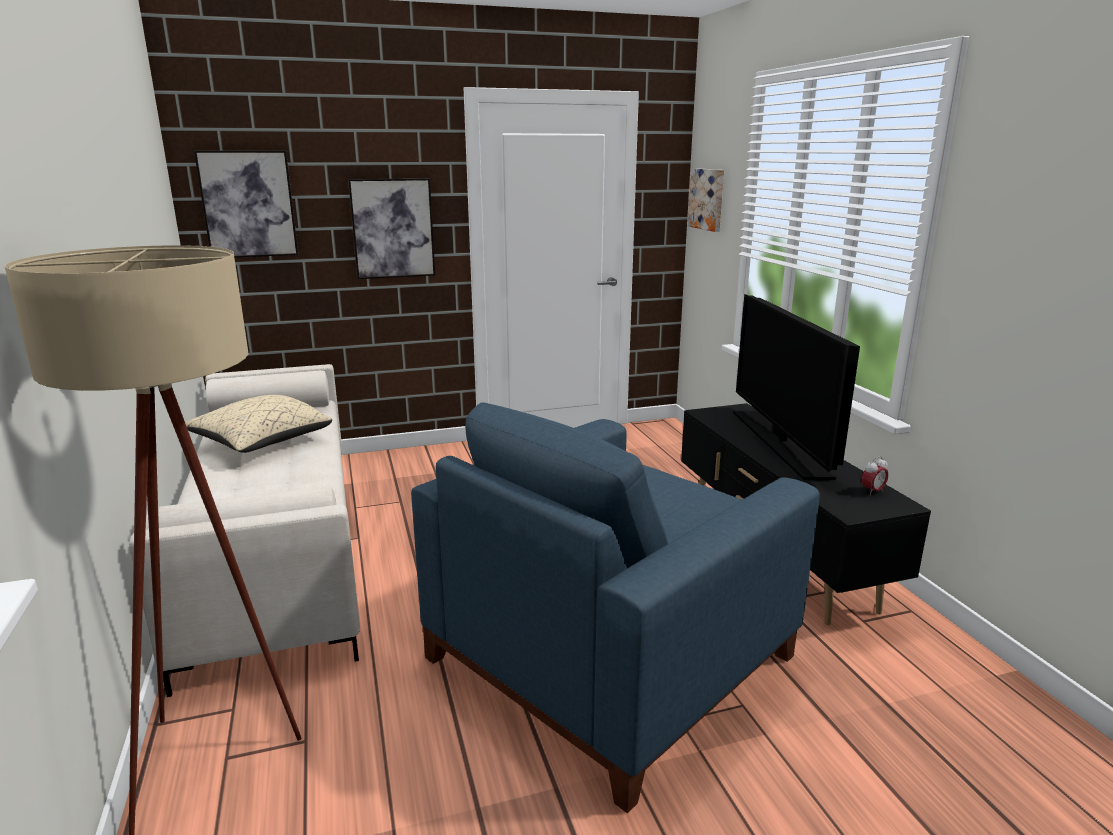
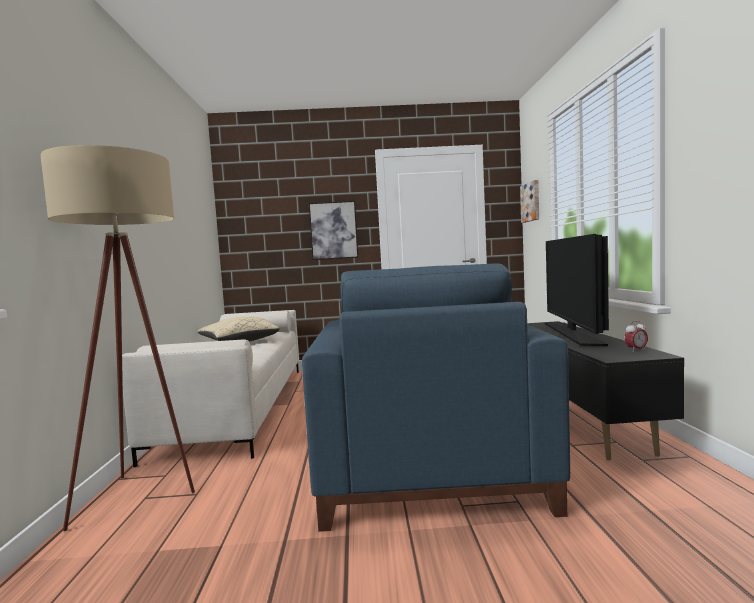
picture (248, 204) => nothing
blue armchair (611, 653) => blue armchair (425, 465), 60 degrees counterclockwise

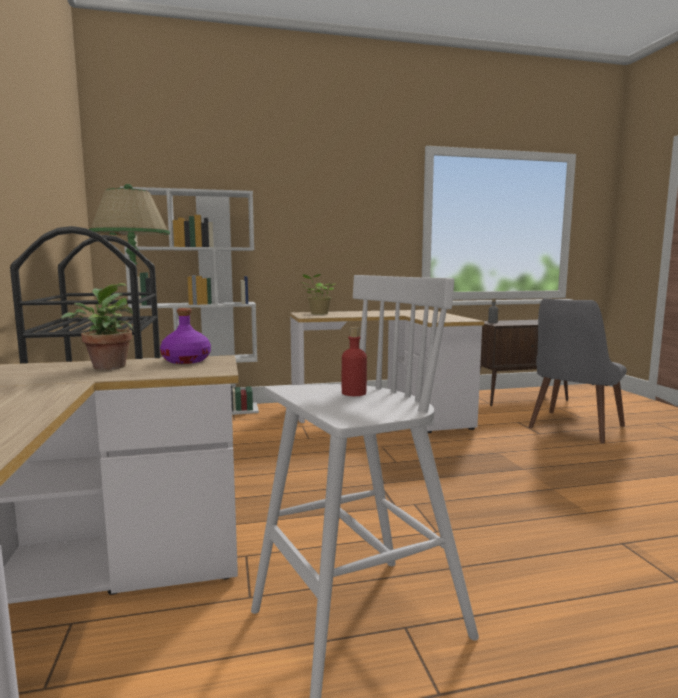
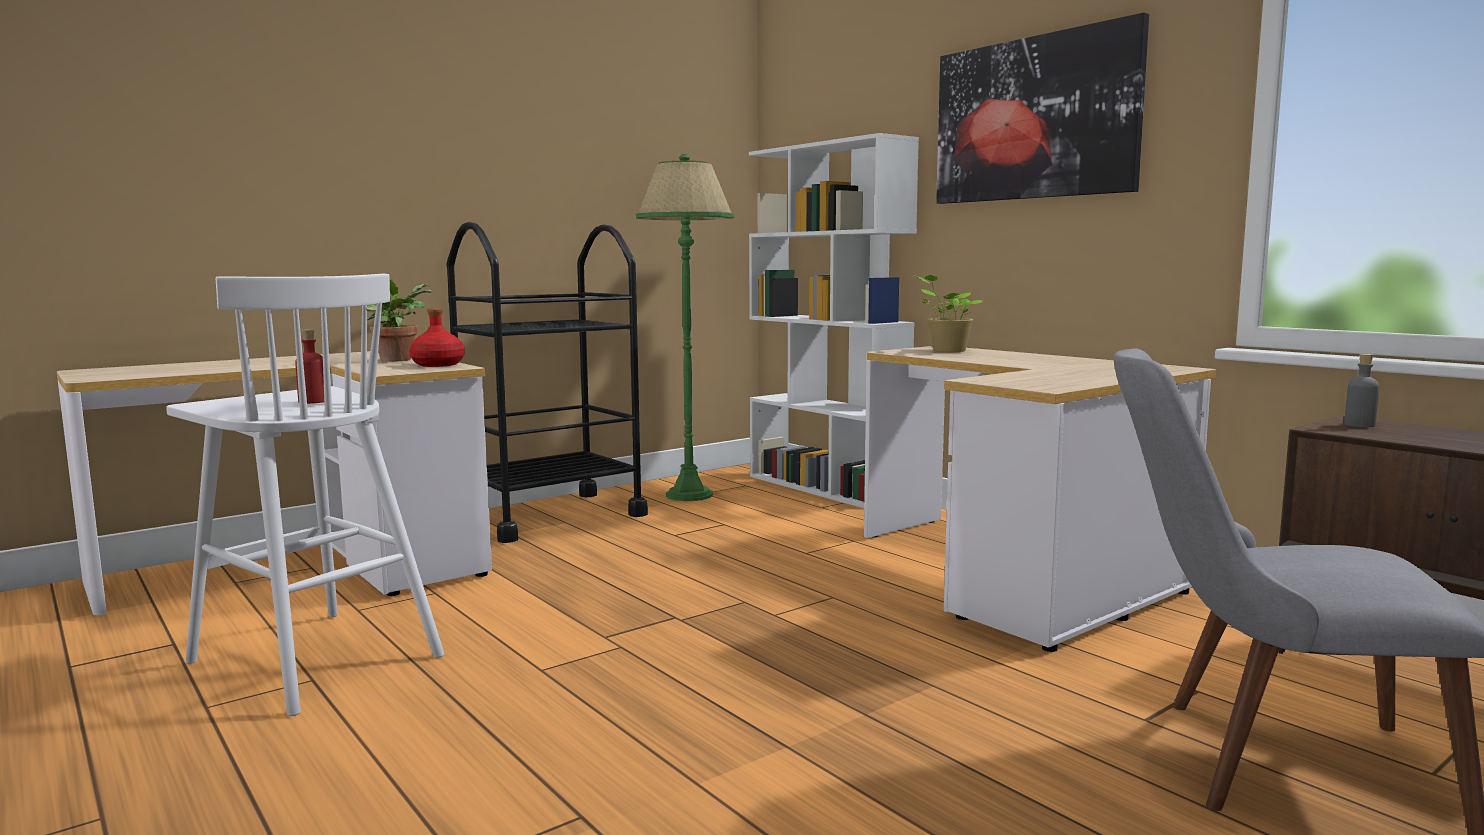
nothing => picture (1034, 118)
purple bottle (187, 360) => red bottle (438, 364)

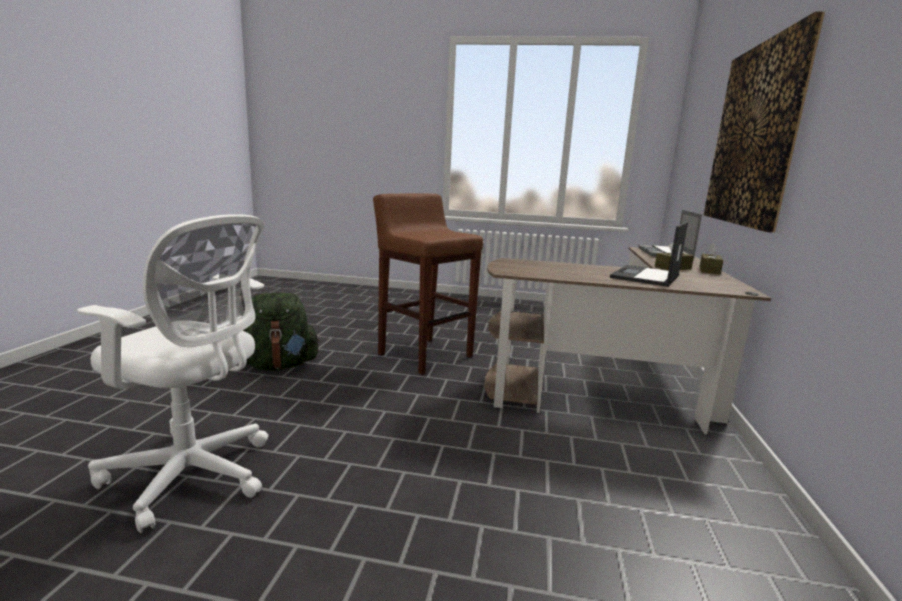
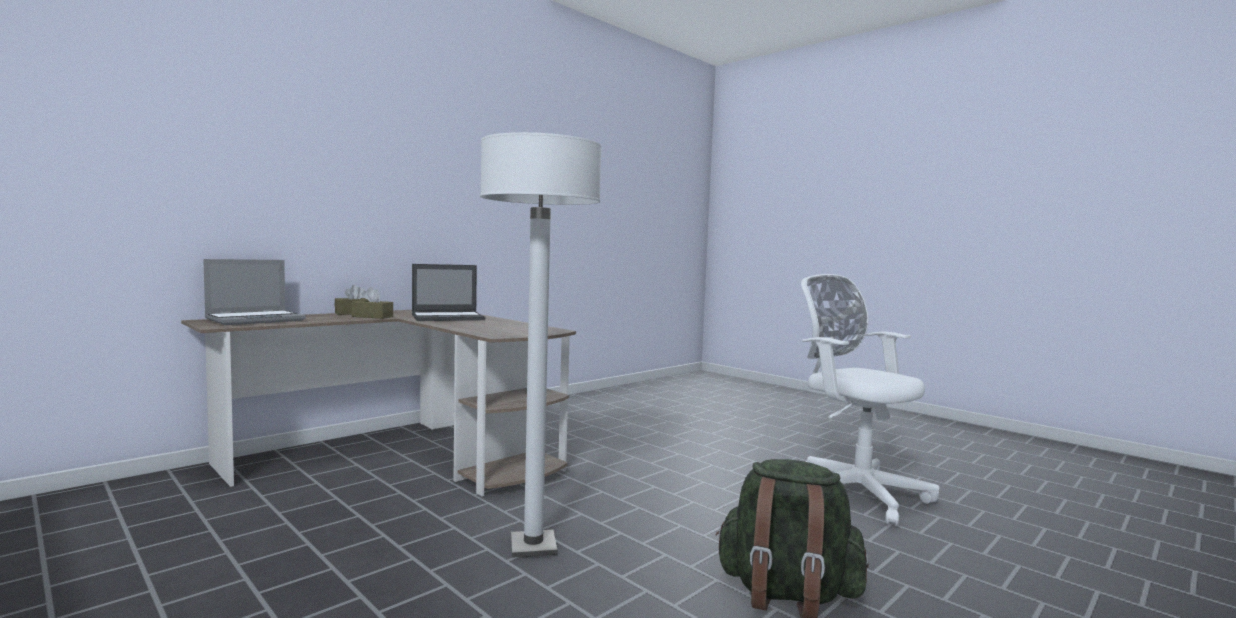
picture (754, 135) => nothing
brown stool (424, 355) => white floor lamp (533, 546)

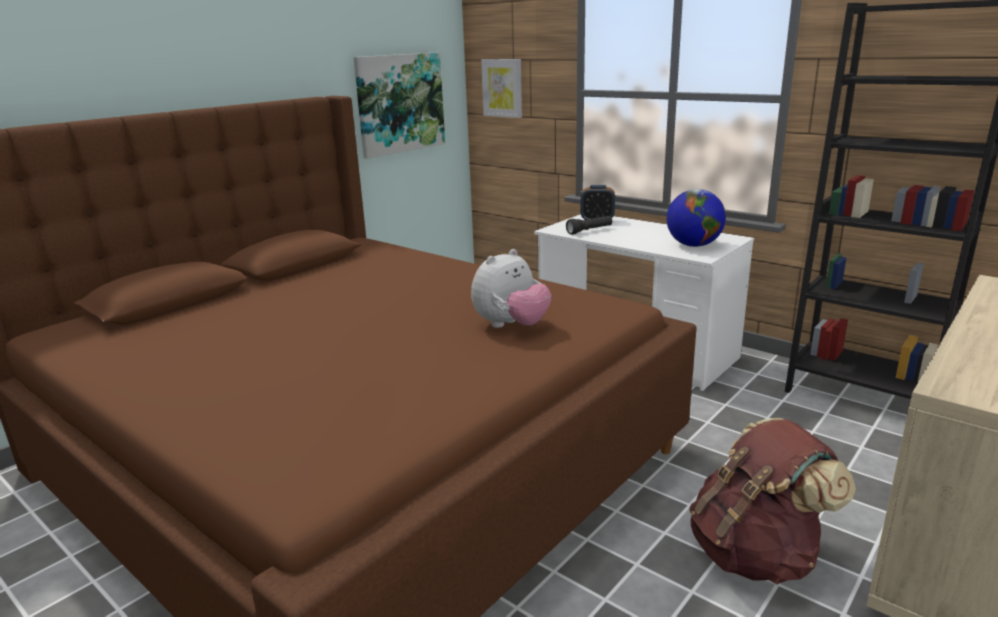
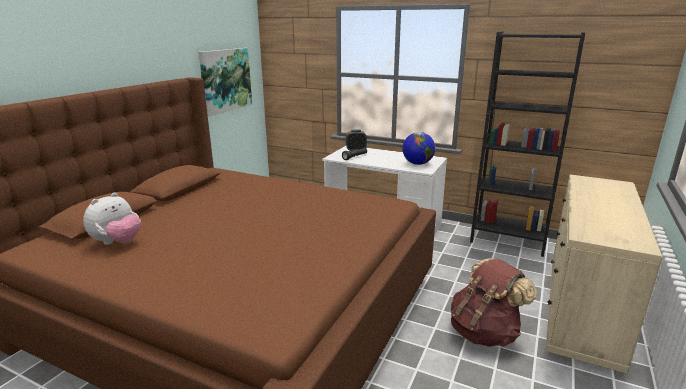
picture (502, 88) => nothing
plush toy (511, 326) => plush toy (117, 242), relocated

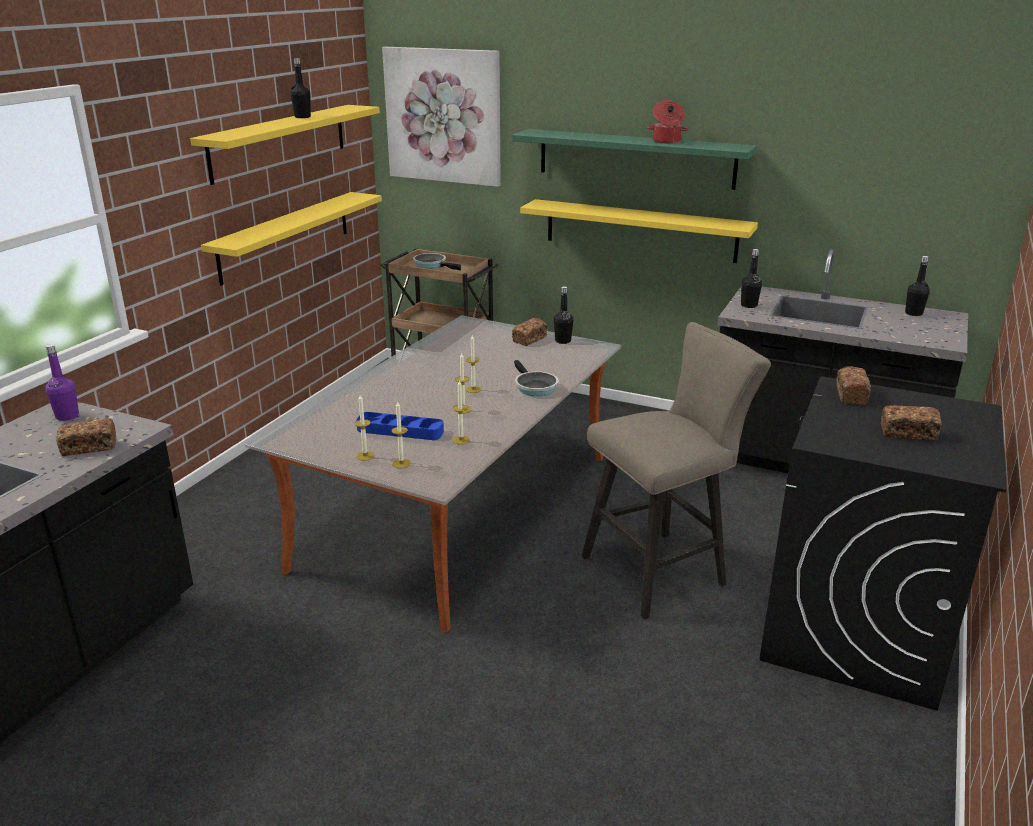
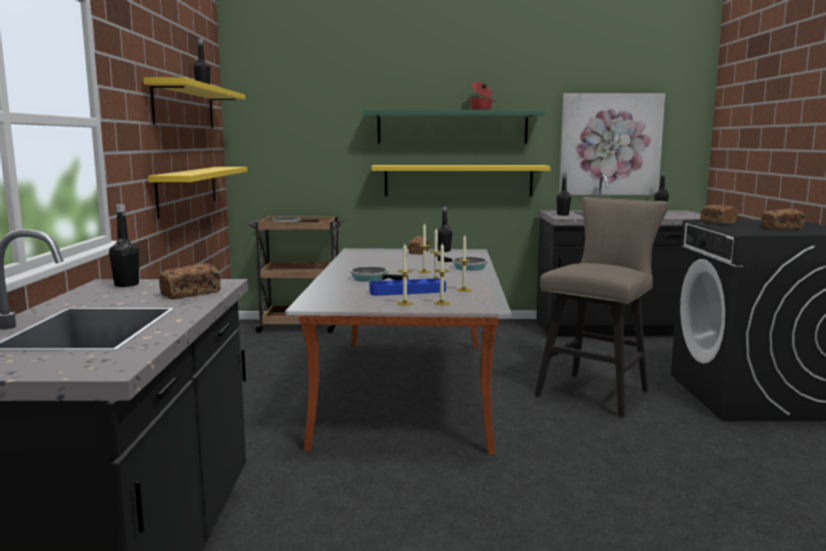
nothing => frying pan (372, 278)
picture (443, 116) => picture (610, 144), relocated
purple bottle (67, 416) => black bottle (126, 285)

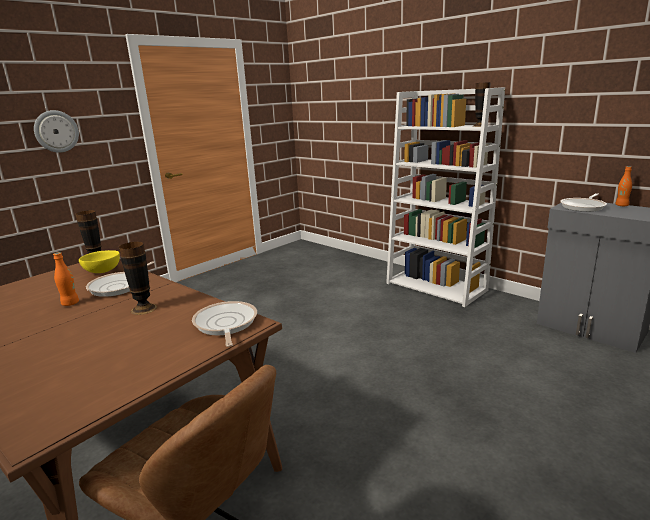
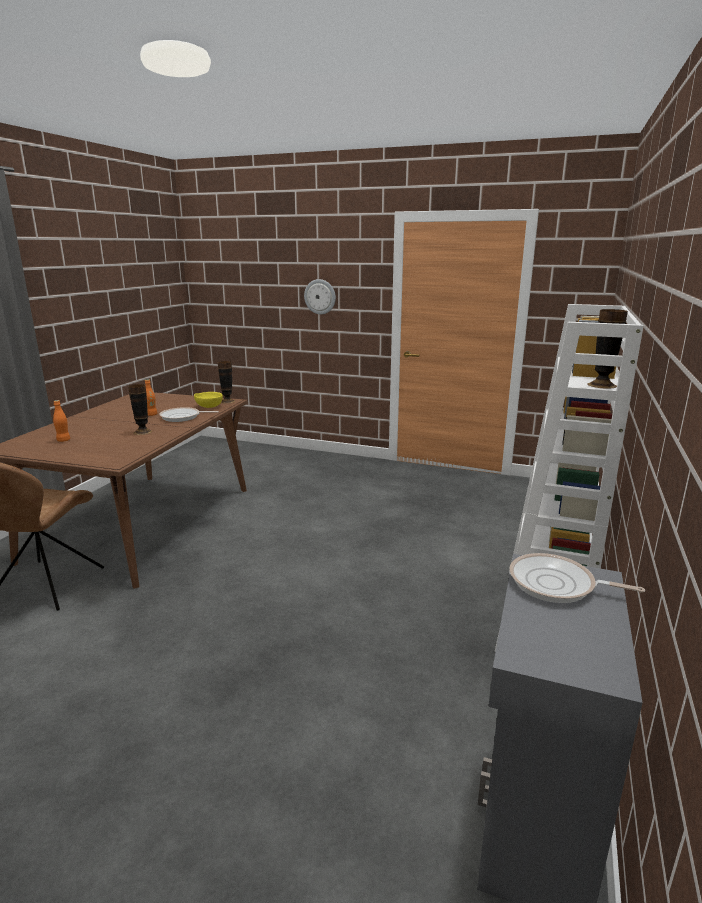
frying pan (225, 324) => nothing
orange bottle (621, 205) => orange bottle (63, 440), relocated

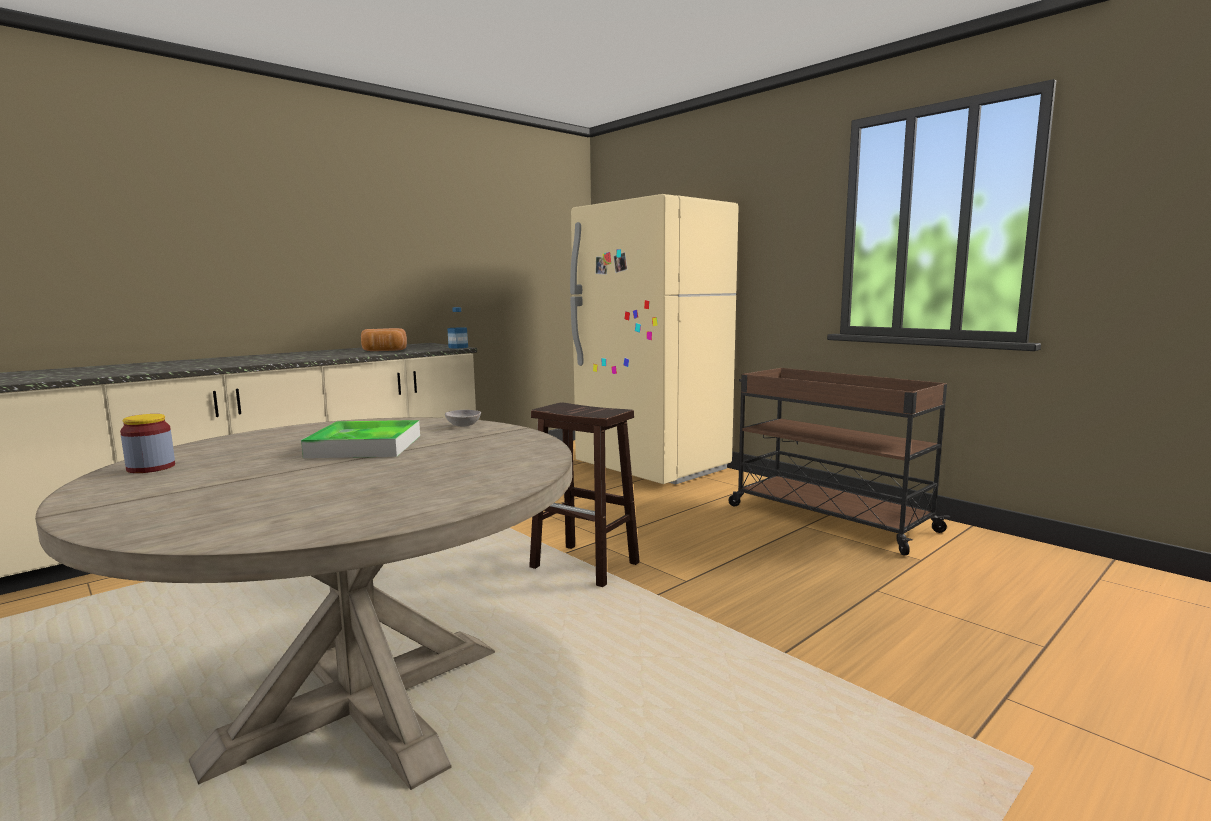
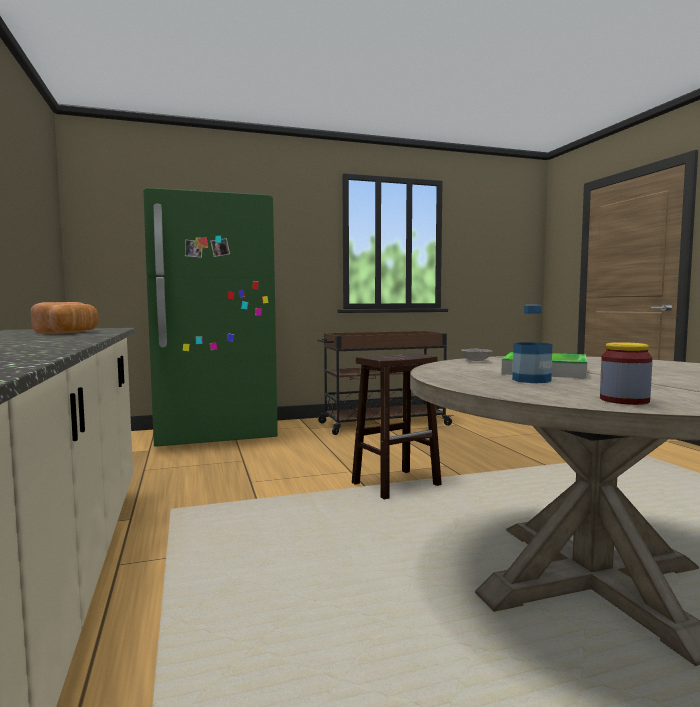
bottle (458, 347) => bottle (531, 380), relocated
beige fridge (652, 468) => green fridge (216, 436)

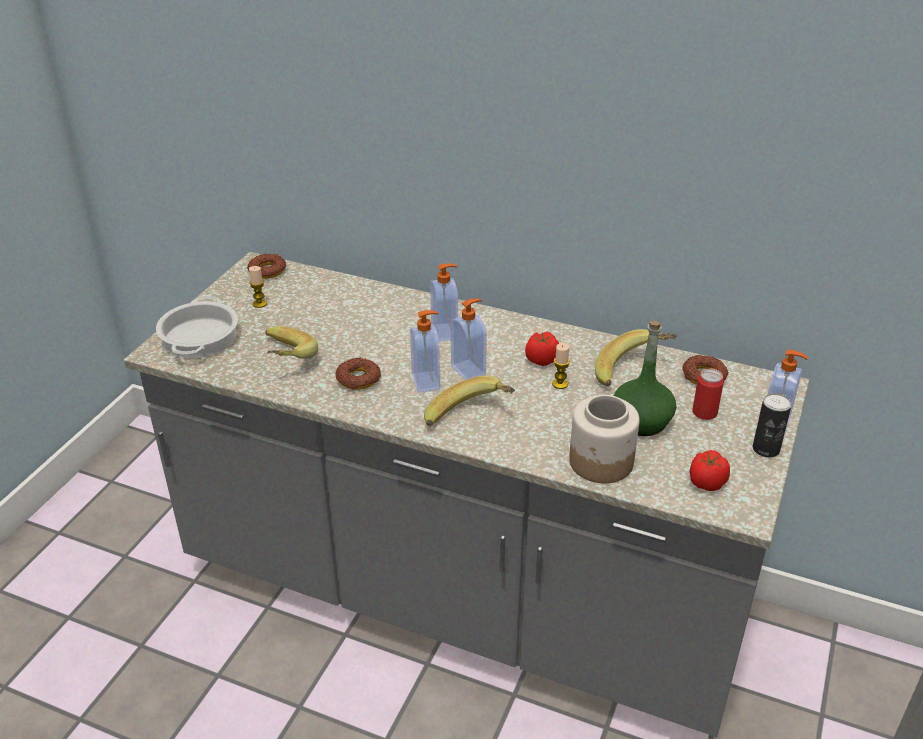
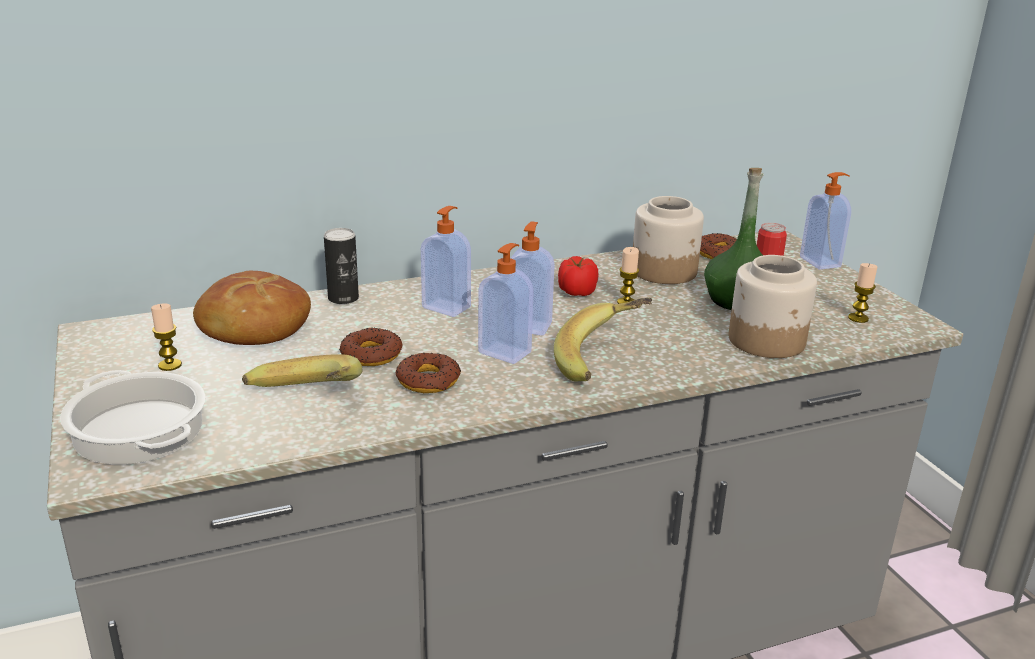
nothing => bread (253, 326)
donut (267, 270) => donut (371, 355), relocated
can (766, 449) => can (343, 298), relocated
banana (632, 372) => jar (665, 271)
tomato (706, 483) => candle (858, 318)

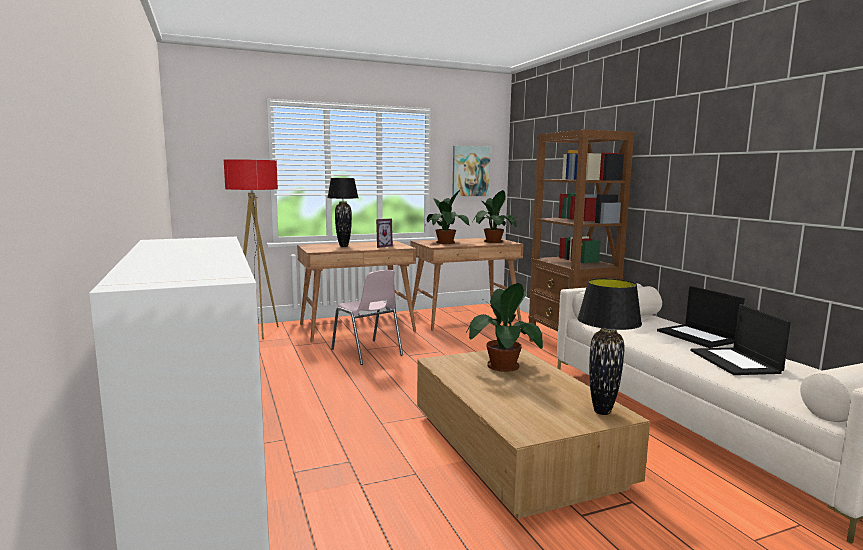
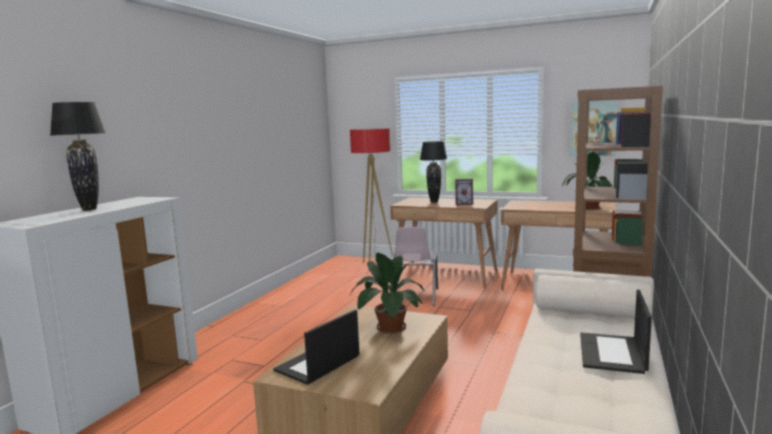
potted plant (446, 243) => nothing
black table lamp (601, 412) => black table lamp (89, 209), relocated
laptop (736, 362) => laptop (317, 364), relocated

